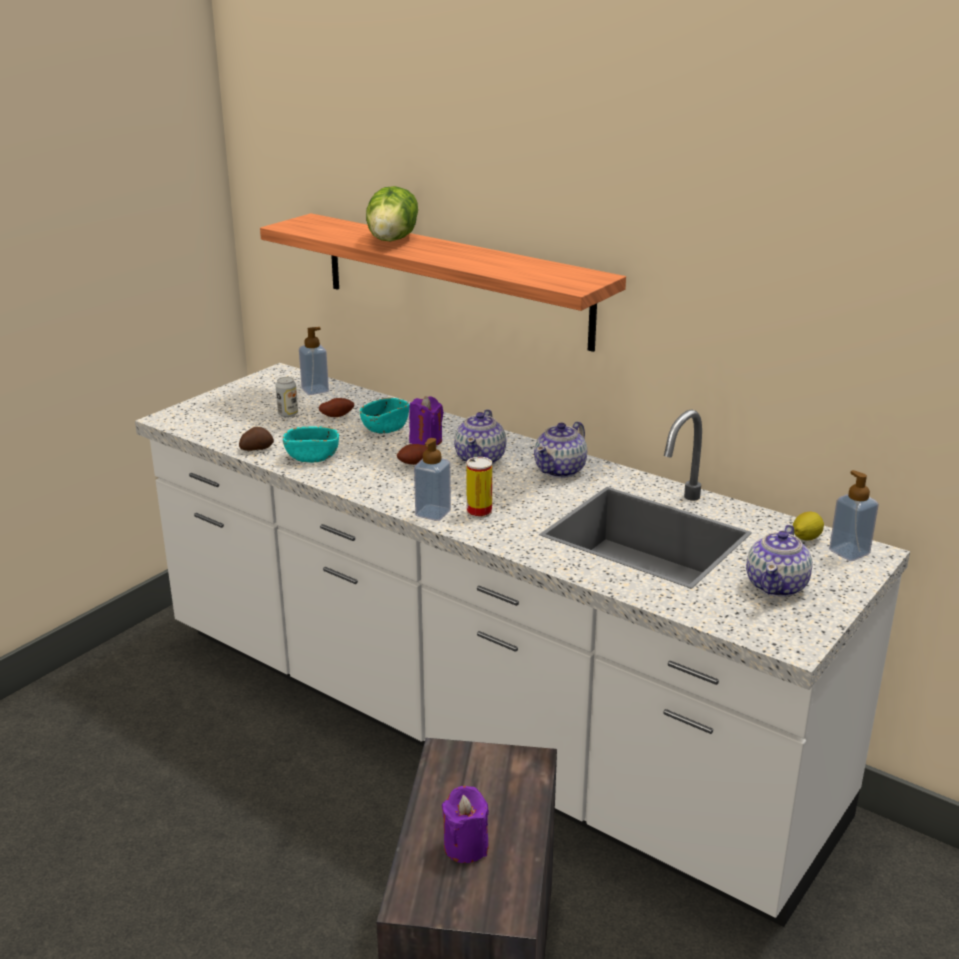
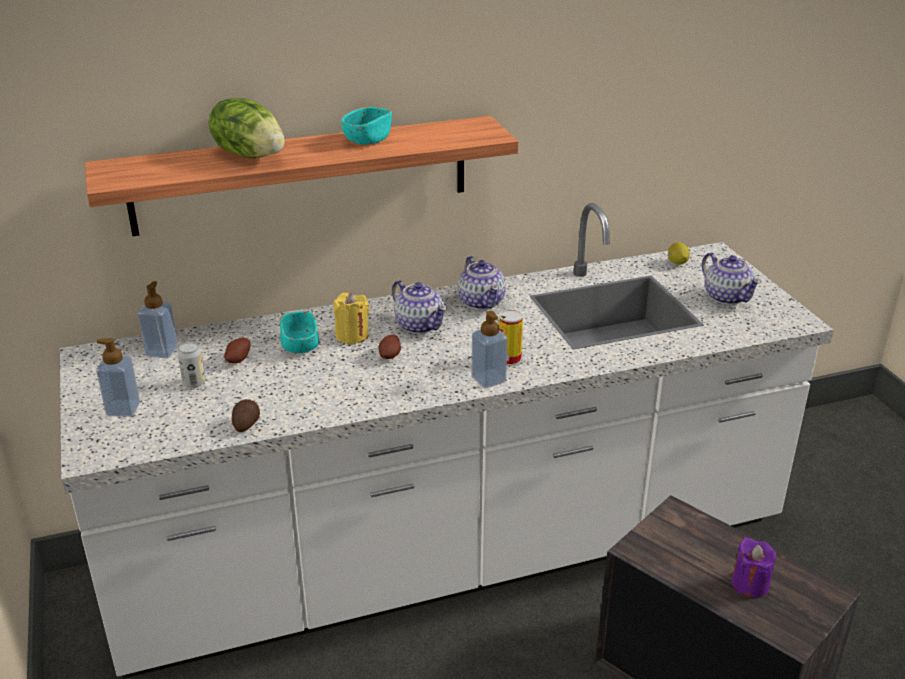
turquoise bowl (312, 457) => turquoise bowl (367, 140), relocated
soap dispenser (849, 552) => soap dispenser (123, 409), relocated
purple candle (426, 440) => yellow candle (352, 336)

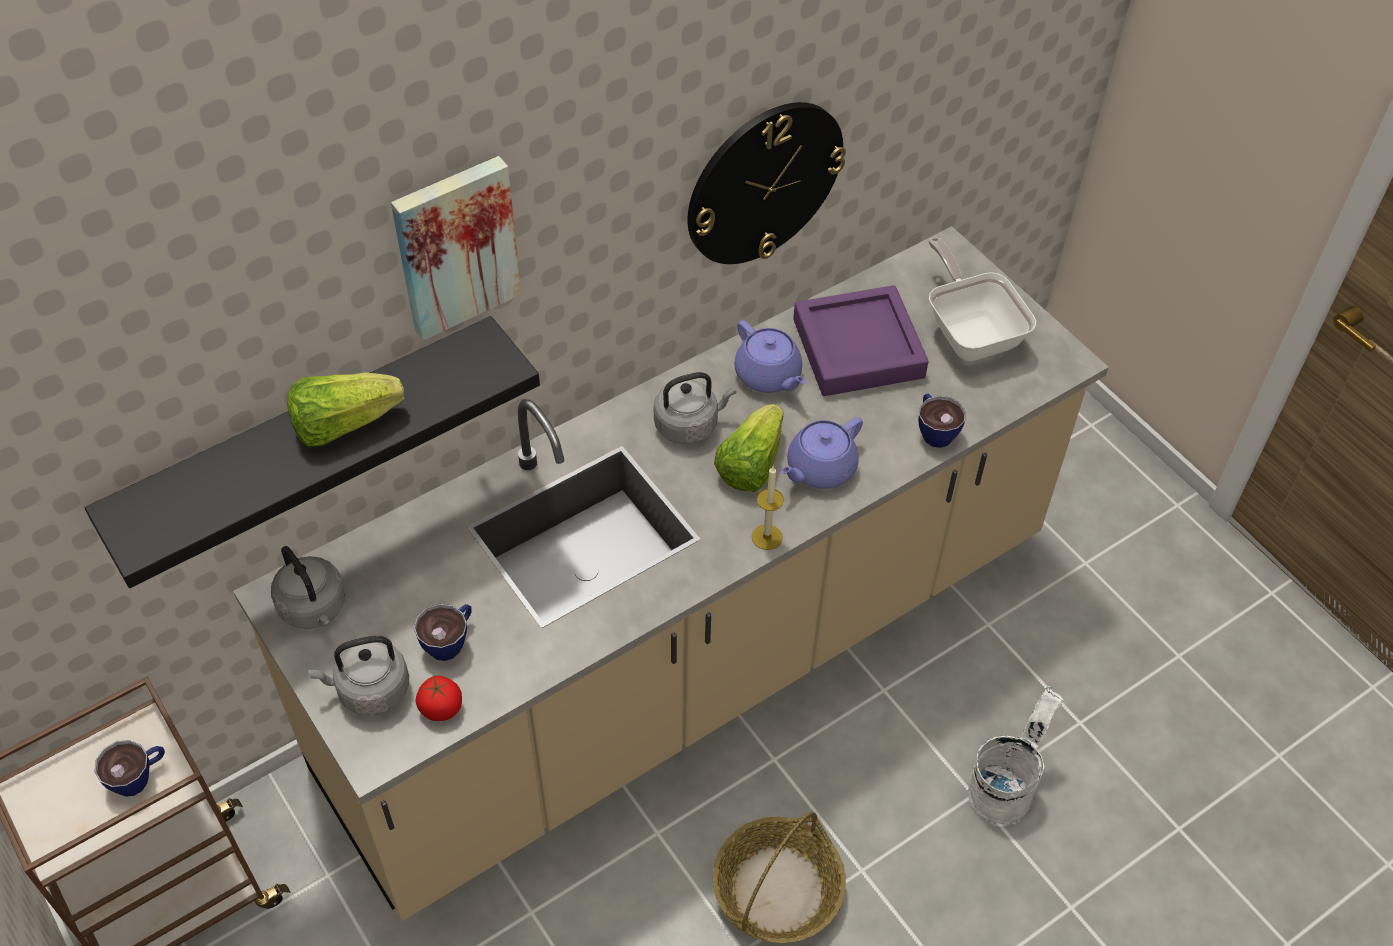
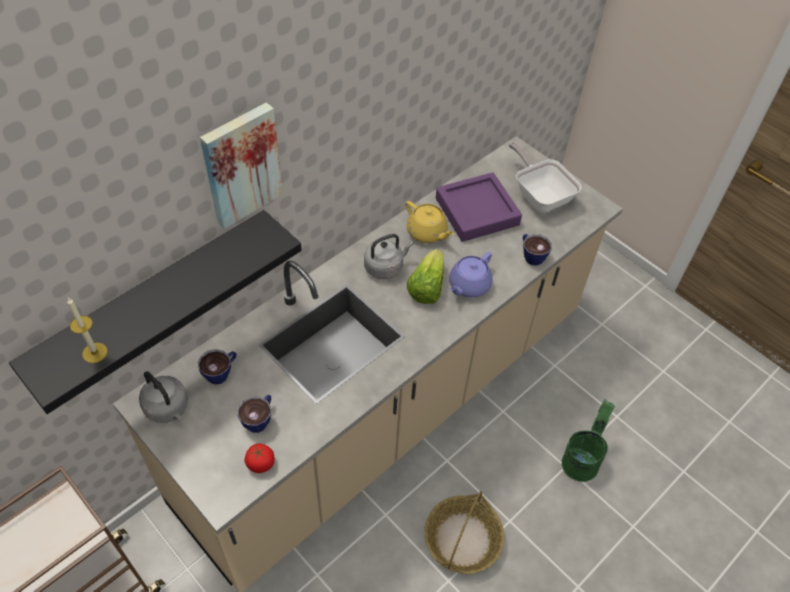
lettuce (344, 424) => nothing
grey kettle (369, 690) => nothing
wall clock (764, 183) => nothing
cup (139, 777) => cup (221, 372), relocated
candle (767, 537) => candle (95, 352), relocated
purple teapot (768, 375) => yellow teapot (427, 232)
white bucket (1005, 785) => green bucket (582, 459)

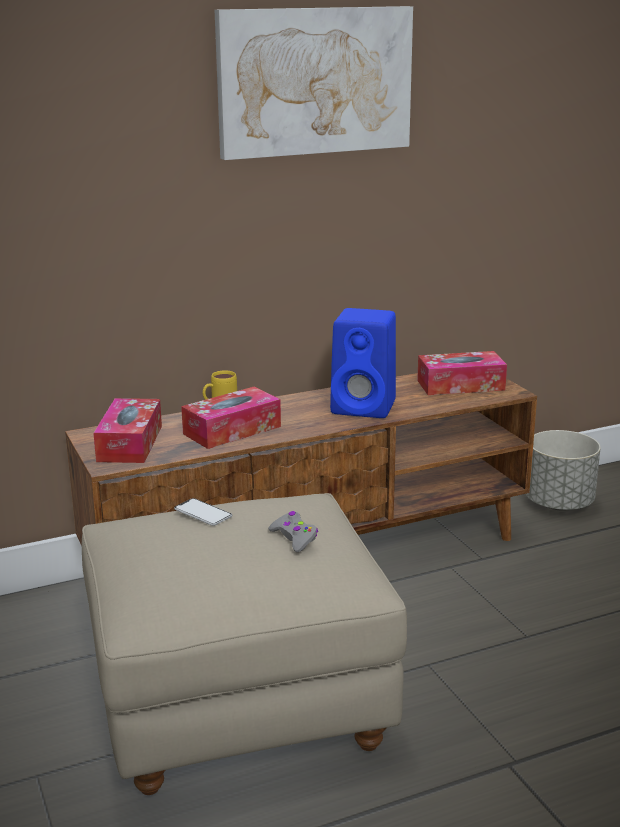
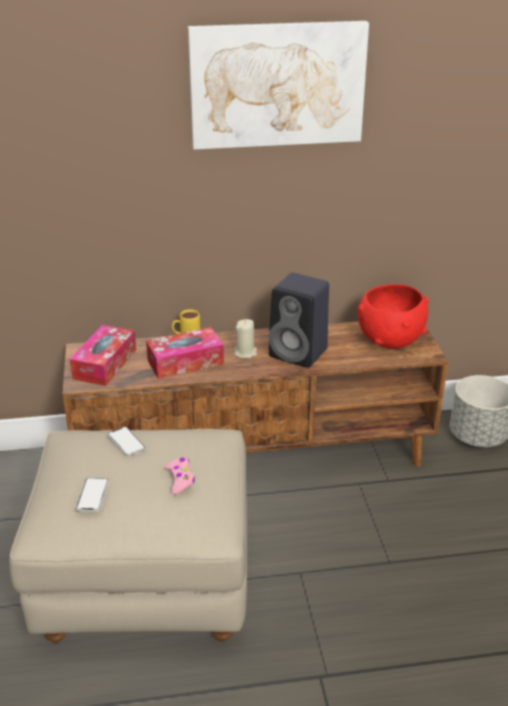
nothing => phone (92, 495)
nothing => beige candle (245, 353)
tissue box (460, 385) => red bowl (390, 340)
grey game controller (294, 538) => pink game controller (180, 479)
blue speaker (366, 407) => black speaker (300, 353)

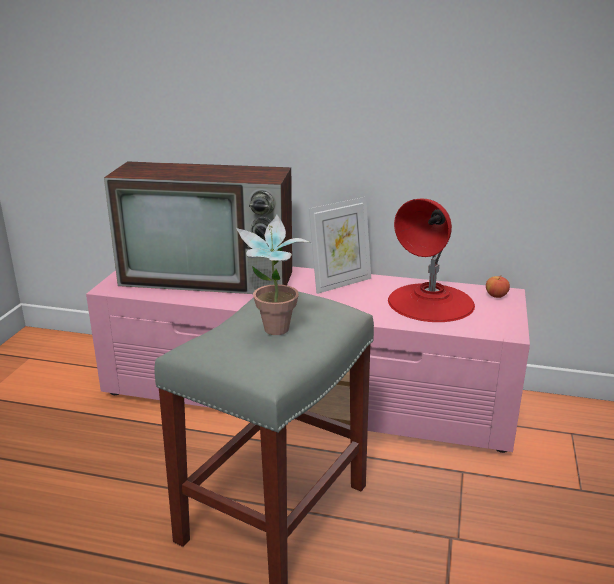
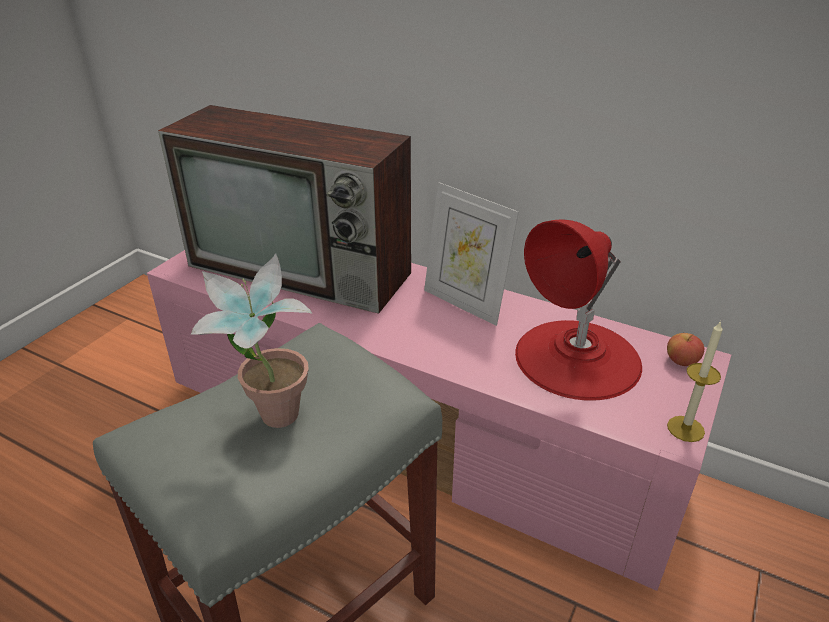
nothing => candle (685, 429)
picture frame (340, 283) => picture frame (465, 303), 60 degrees clockwise

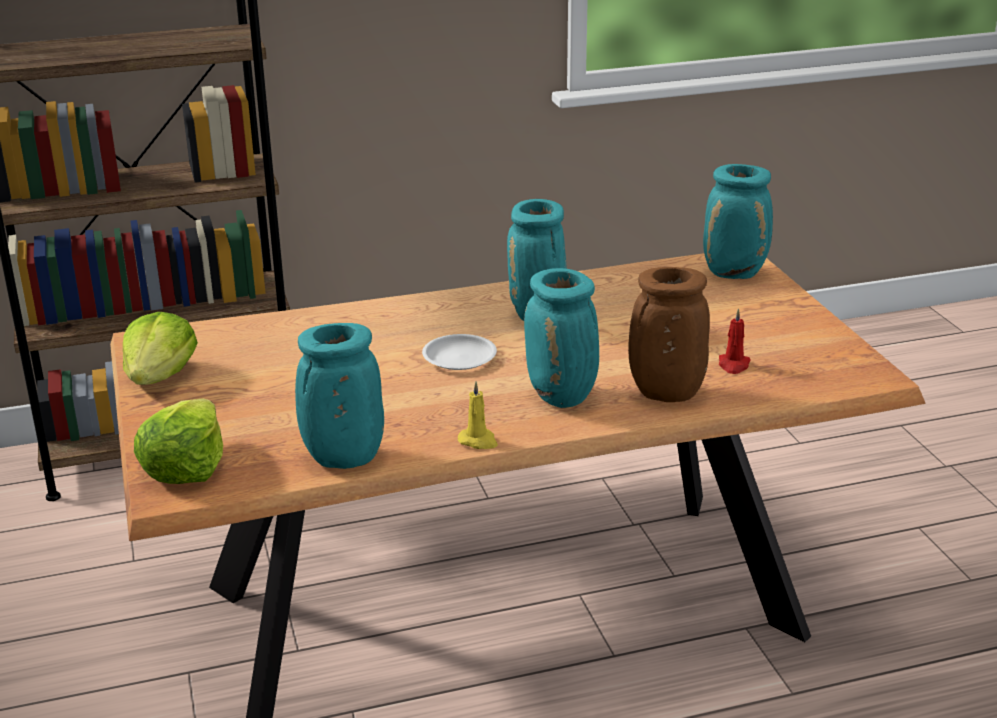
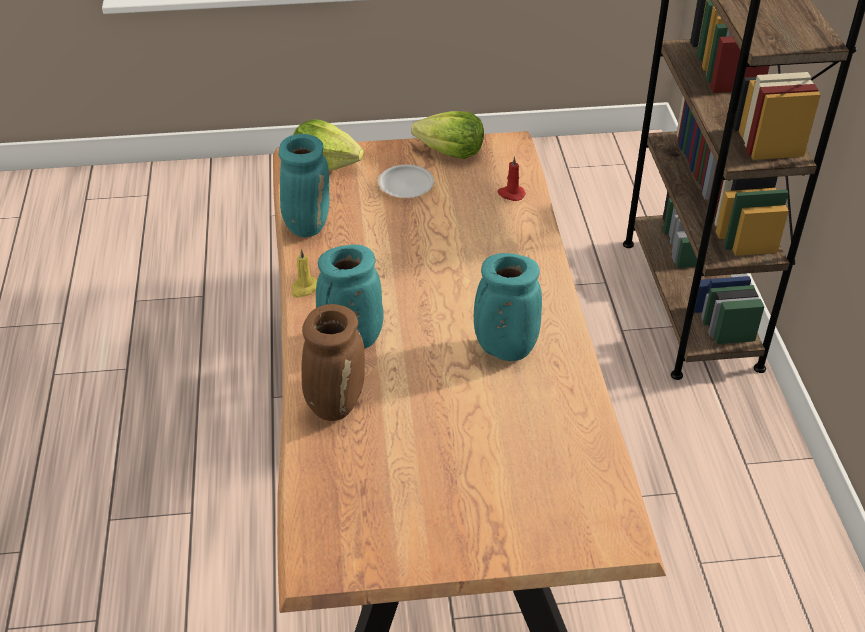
turquoise vase (735, 273) => nothing
white plate (459, 357) => white plate (406, 185), relocated
red candle (733, 365) => red candle (511, 194), relocated

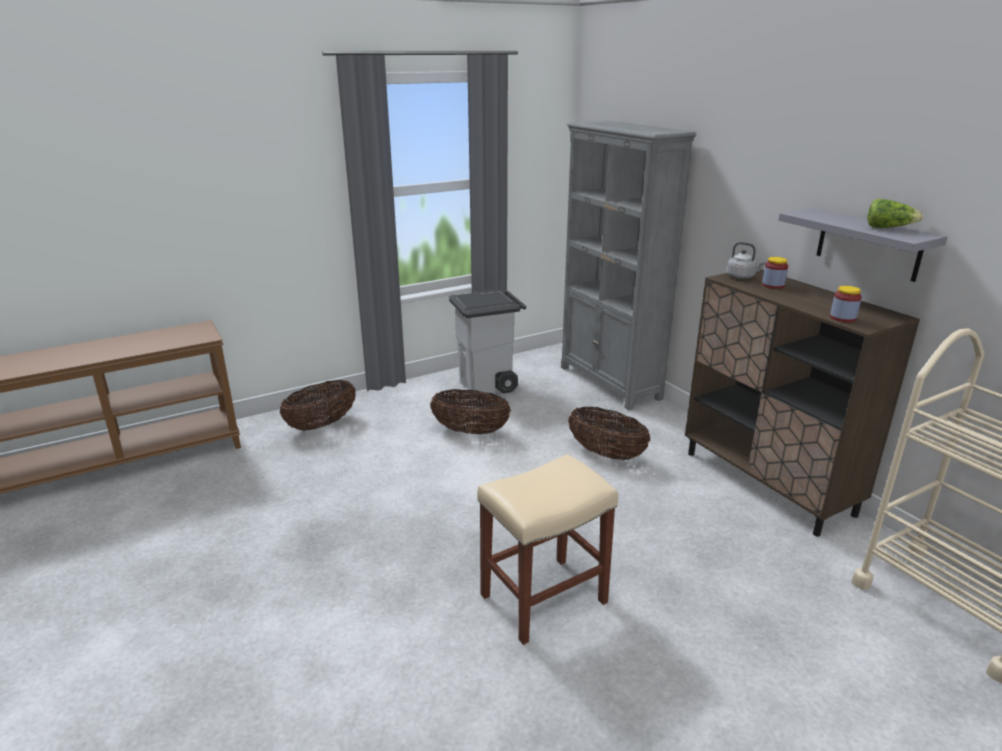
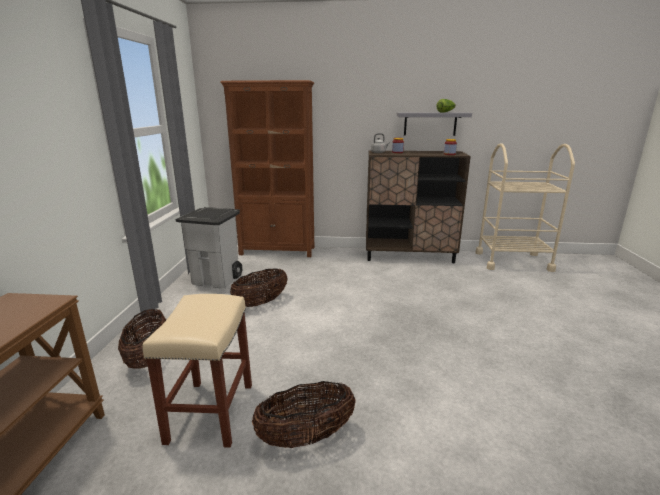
beige stool (544, 597) => beige stool (211, 411), relocated
basket (606, 454) => basket (306, 437), relocated
grey bookcase (610, 383) => brown bookcase (278, 251)

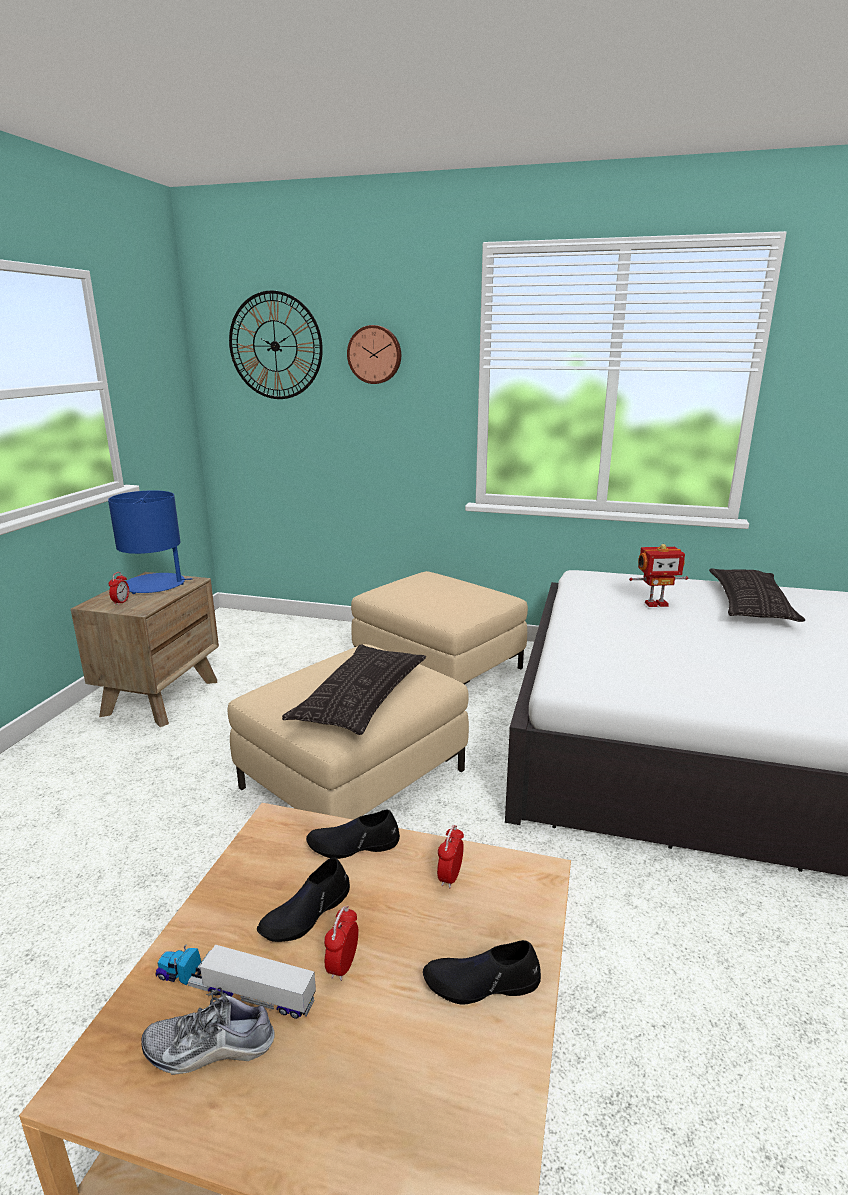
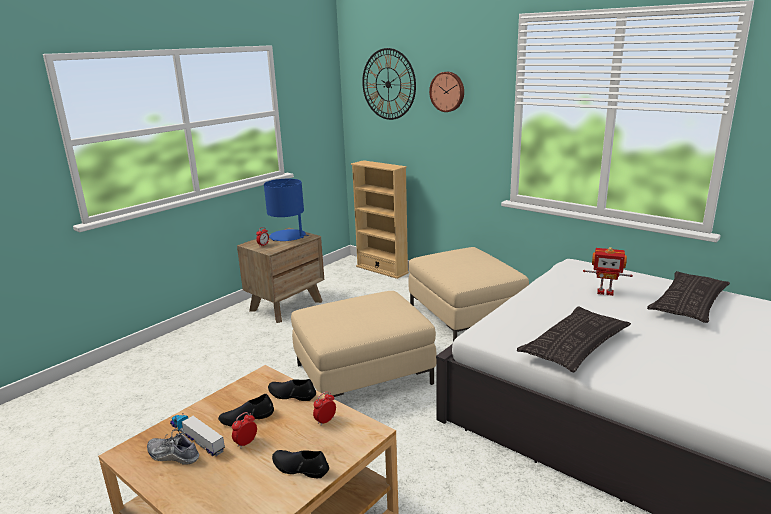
nothing => beige bookcase (382, 269)
pillow (360, 697) => pillow (574, 346), relocated

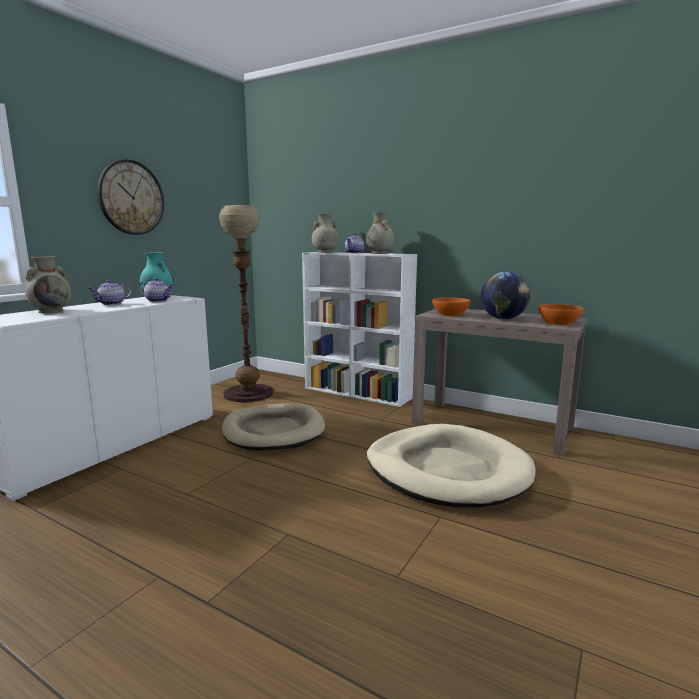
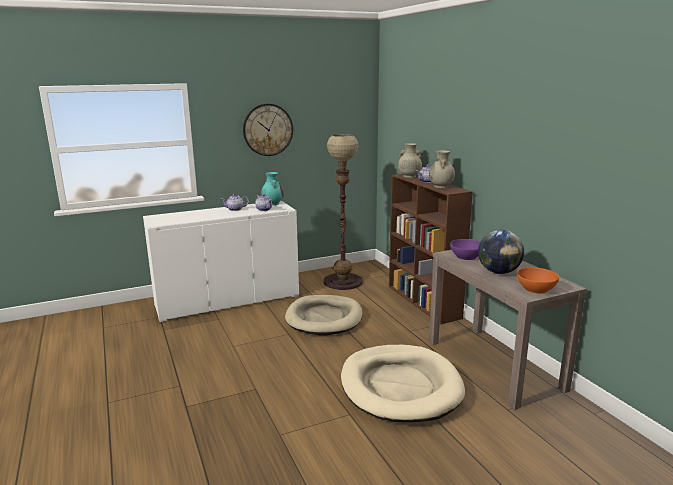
beige vase (52, 311) => nothing
white bookcase (358, 393) => brown bookcase (424, 302)
orange bowl (450, 314) => purple bowl (466, 256)

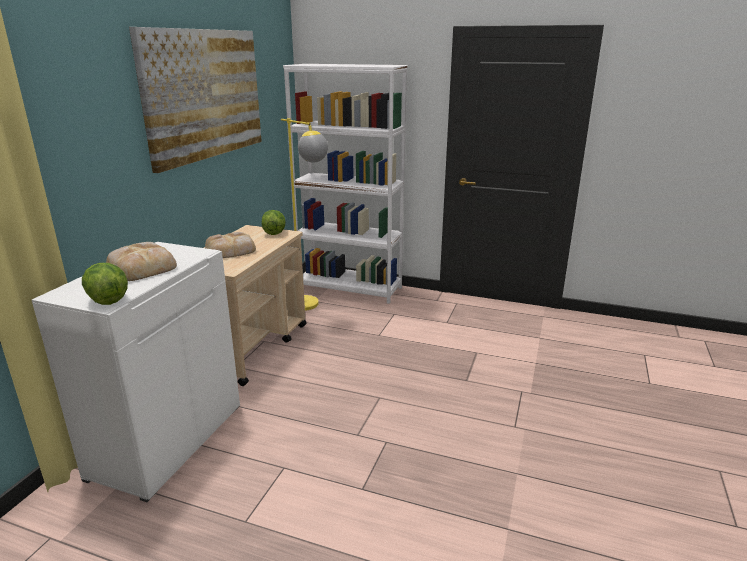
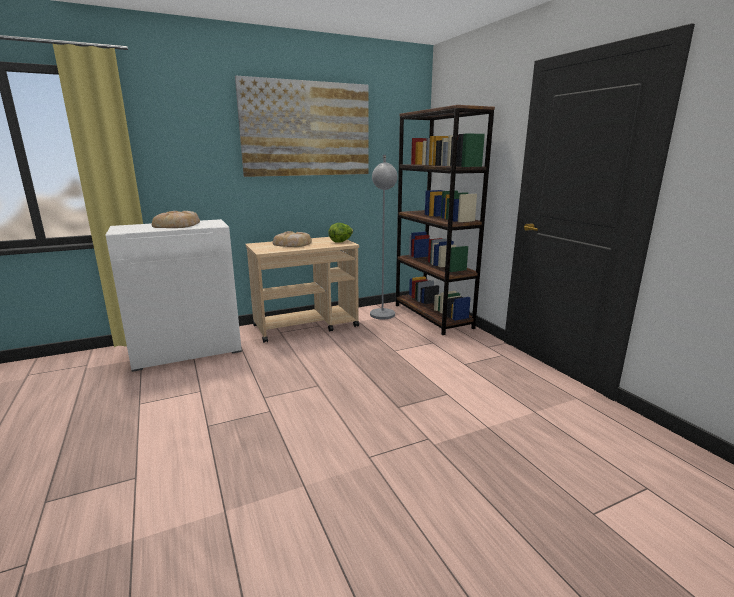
lettuce (107, 299) => nothing
yellow floor lamp (310, 307) => grey floor lamp (382, 318)
white bookcase (350, 288) => brown bookcase (432, 316)

